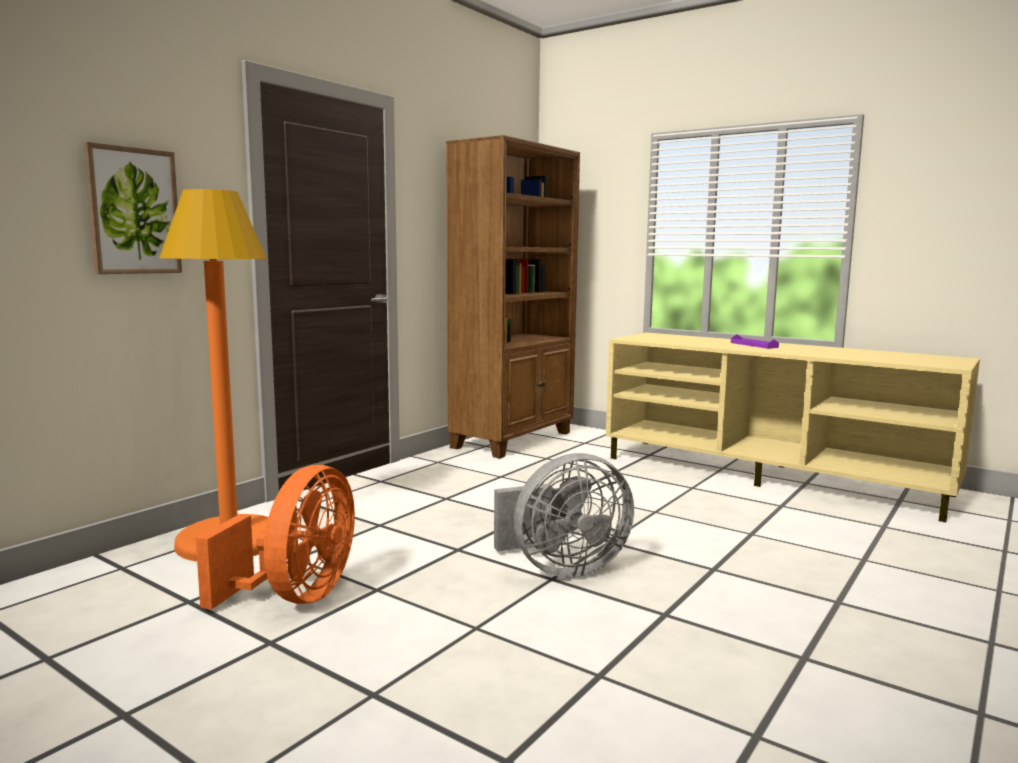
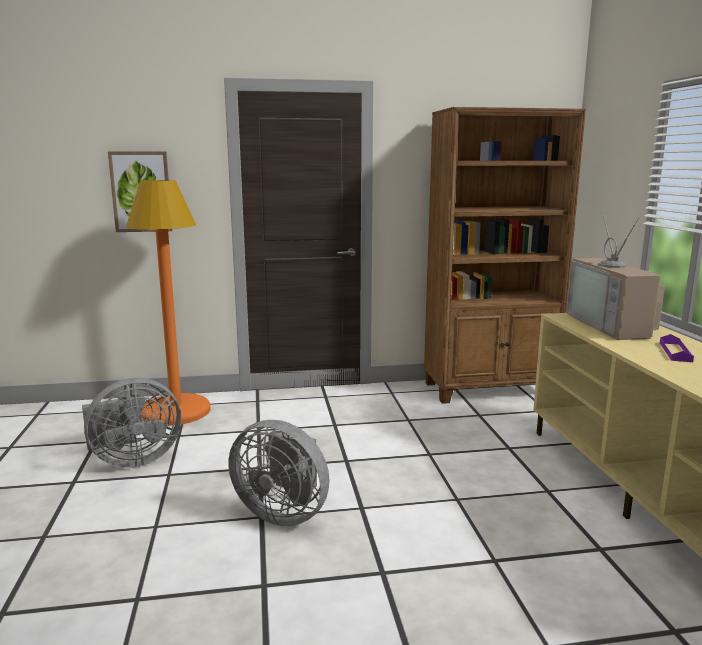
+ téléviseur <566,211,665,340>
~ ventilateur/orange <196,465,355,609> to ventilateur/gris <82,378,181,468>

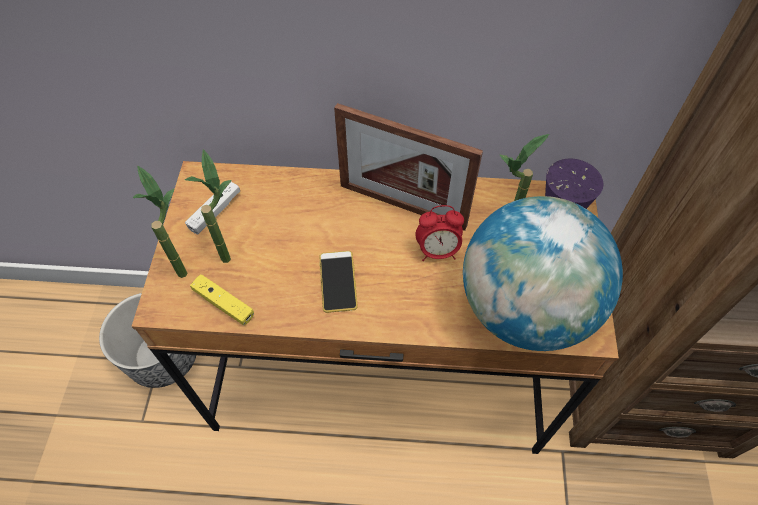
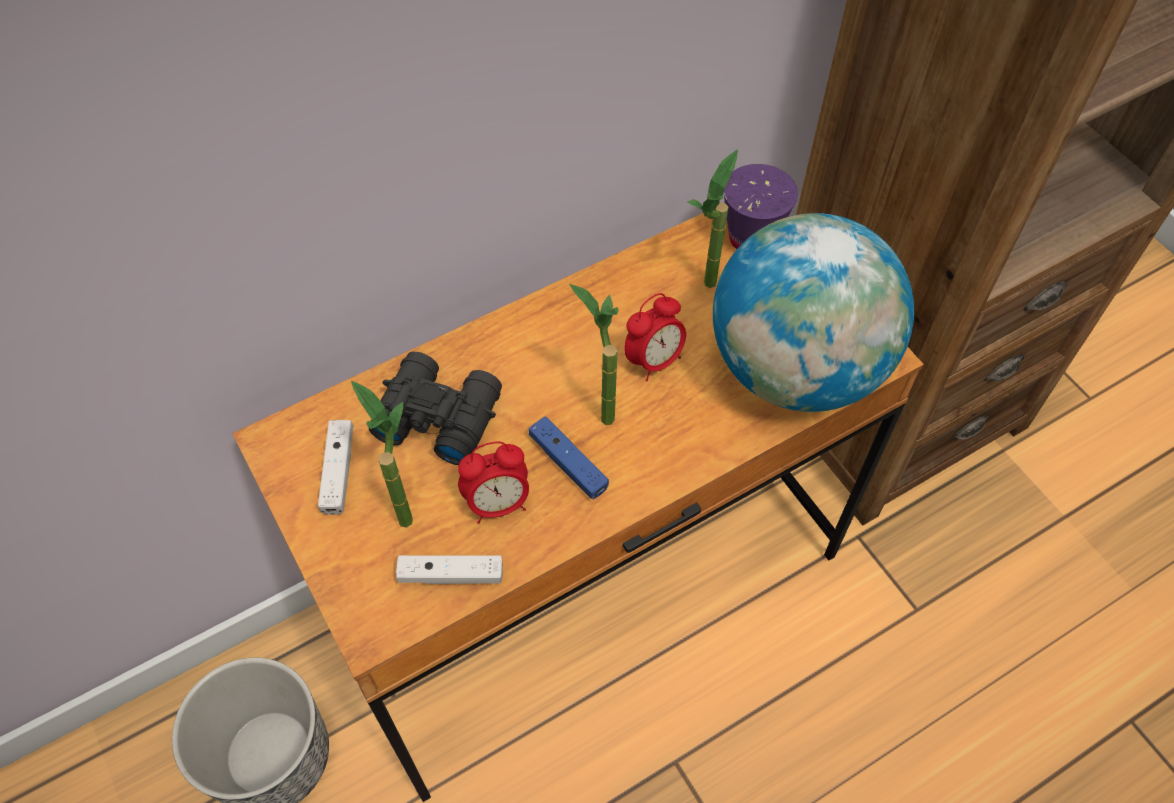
- cadre photo <334,103,483,231>
+ jumelles/noir <369,351,502,465>
+ réveil <458,441,529,524>
~ plante en pot <133,166,187,278> to <569,284,618,425>
~ téléphone <319,251,358,313> to manette/bleu <529,416,609,499>
~ manette/jaune <190,274,254,325> to manette/blanc <396,555,503,584>

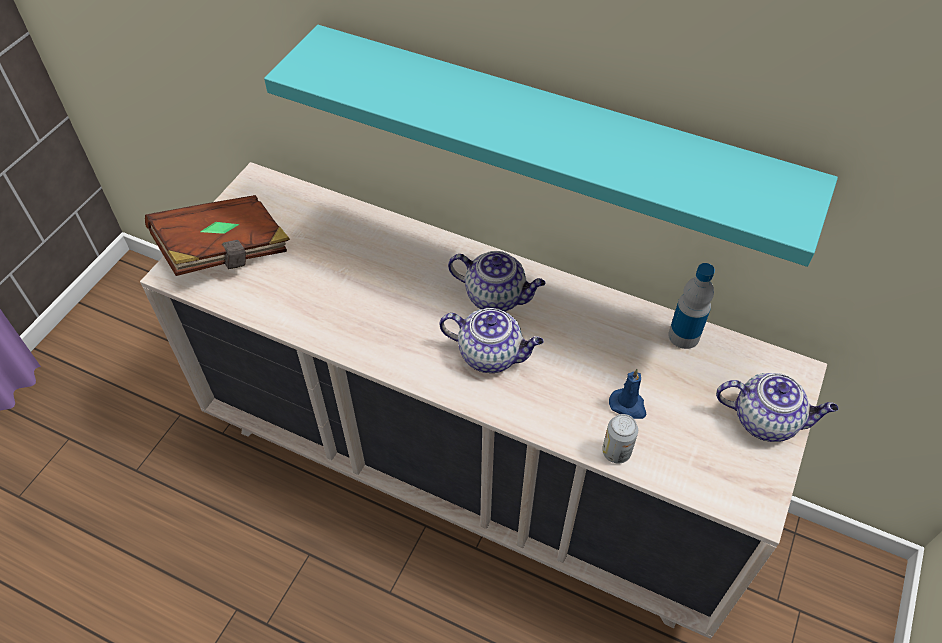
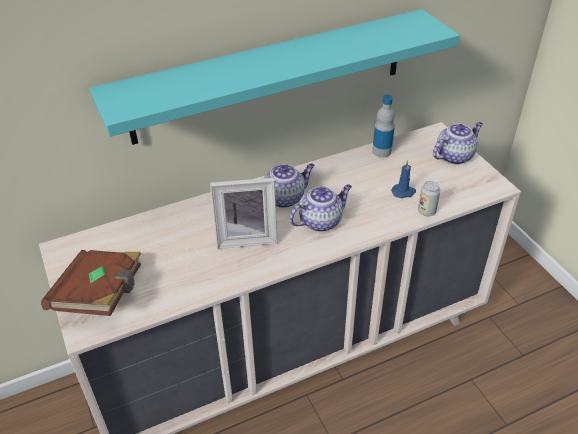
+ cadre photo <210,178,278,249>

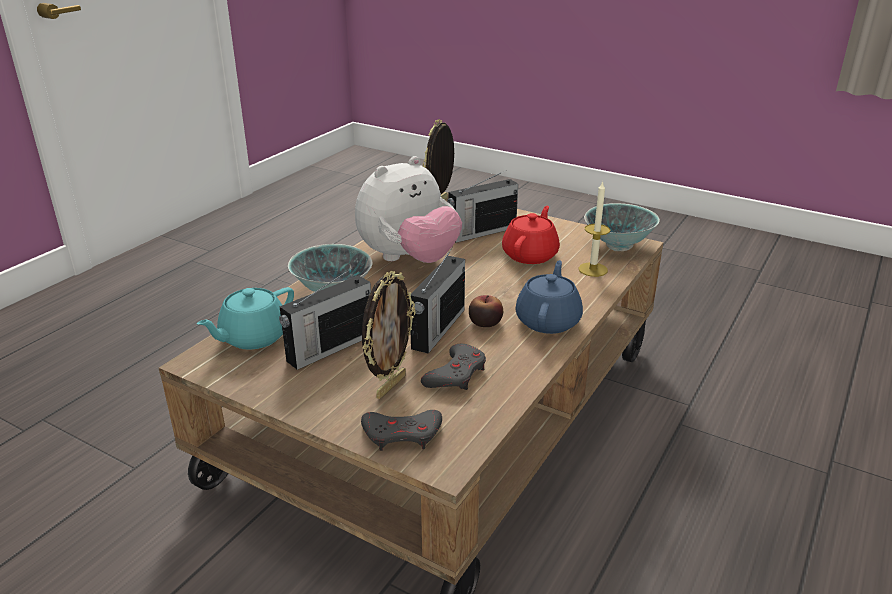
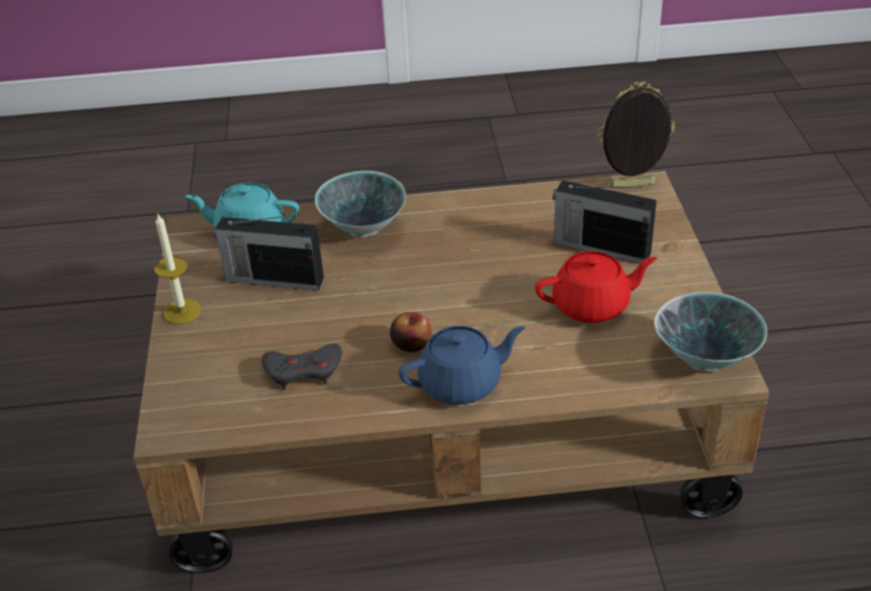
- peluche <355,156,462,263>
- manette/gris <361,410,442,451>
- cadre photo <362,271,416,399>
- radio <411,247,465,354>
~ bougie <578,181,610,277> to <155,214,201,324>

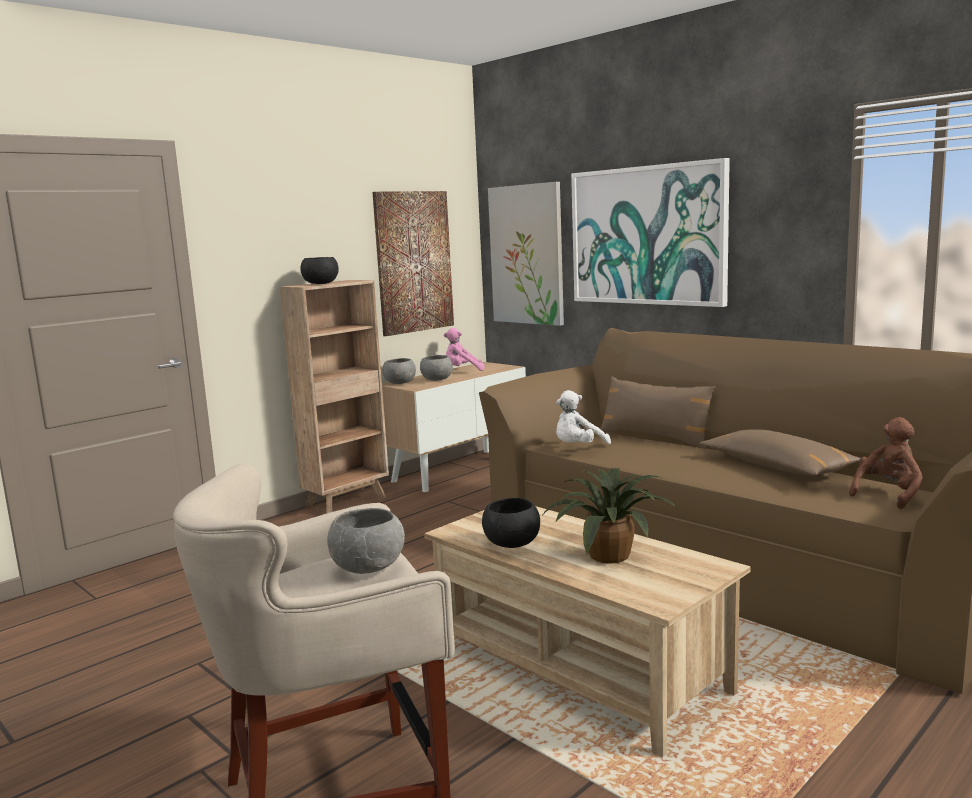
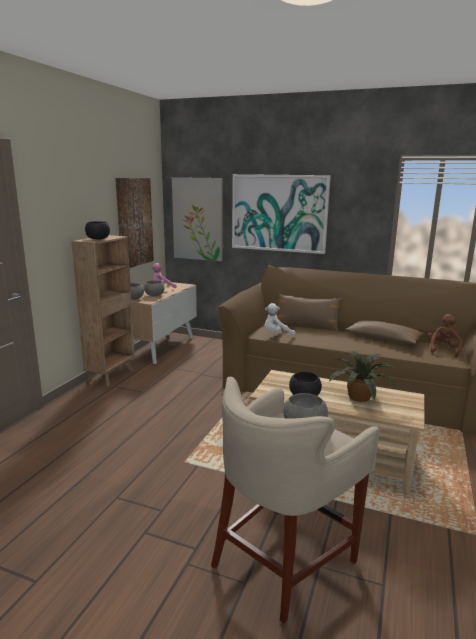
~ peluche/blanc <556,390,611,445> = <264,303,296,336> 45 degrees clockwise

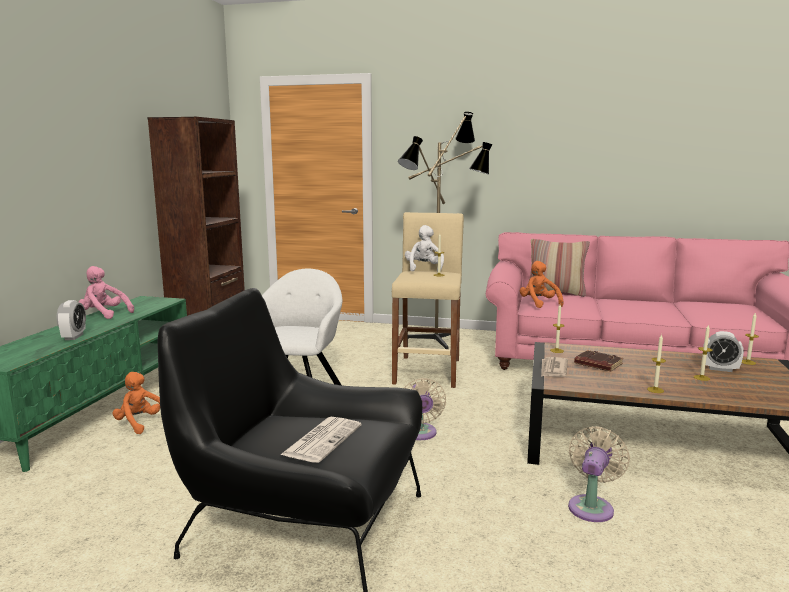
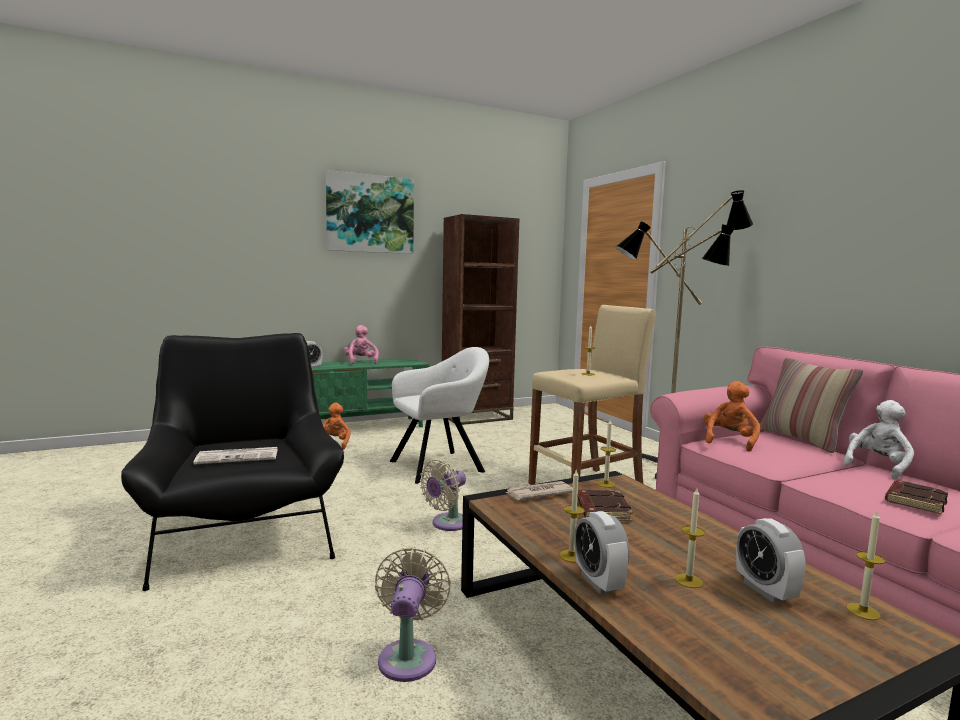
+ tableau <326,170,414,254>
+ réveil <574,511,630,594>
+ livre/marron <885,480,948,514>
~ peluche/blanc <405,225,444,272> to <843,400,914,479>
~ ventilateur/beige <568,426,630,522> = <375,547,451,682> 75 degrees counterclockwise

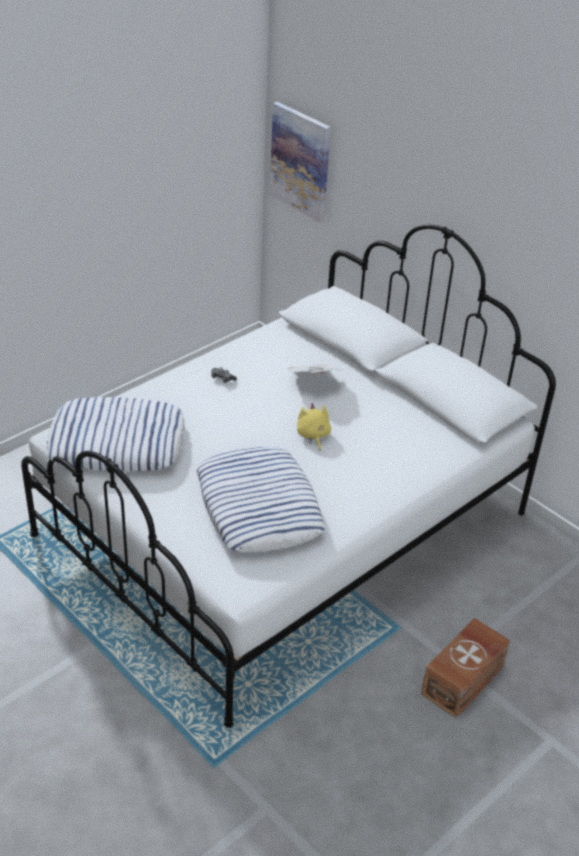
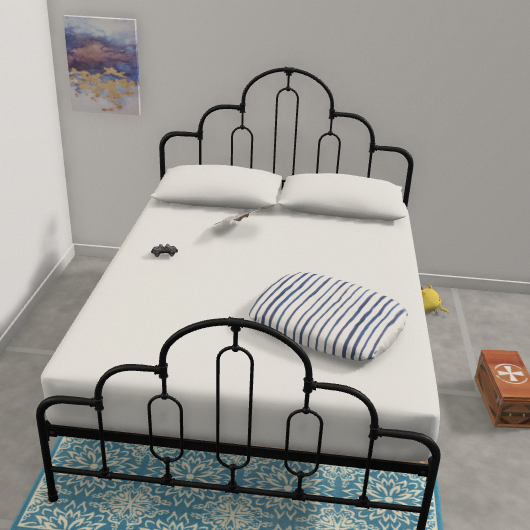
- coussin <46,397,185,471>
~ peluche/jaune <297,403,331,451> to <421,284,449,315>

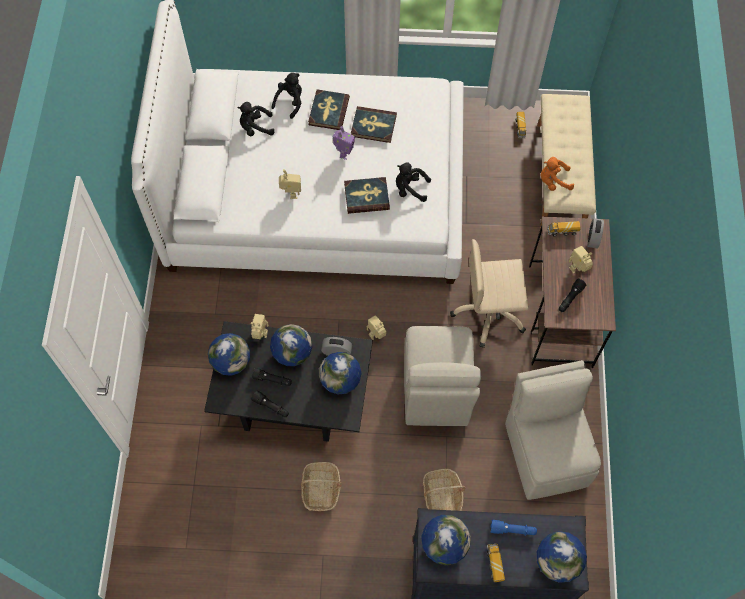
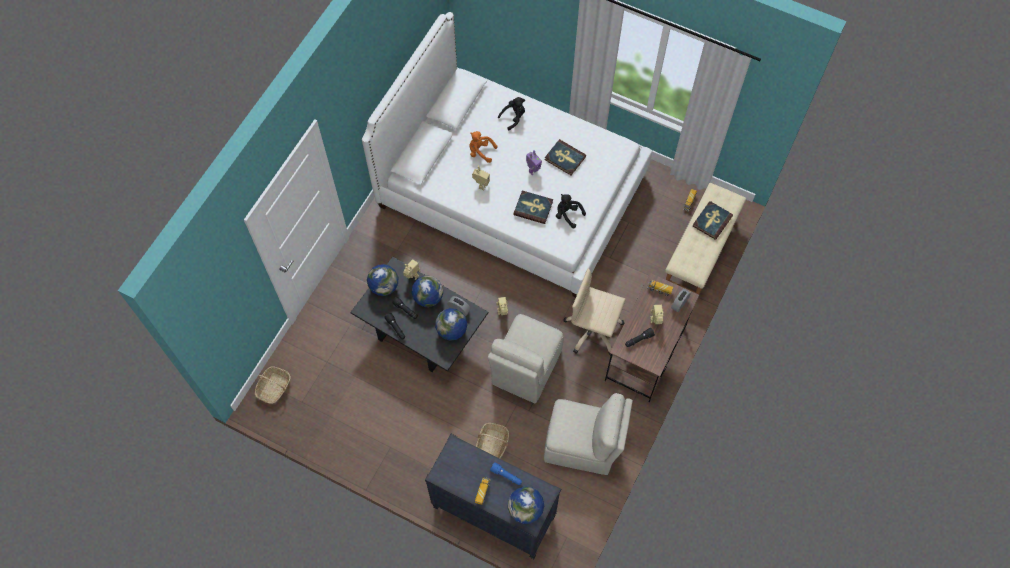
- peluche/noir <237,102,274,136>
- globe <421,515,471,565>
~ panier <301,462,342,511> to <255,366,291,404>
~ livre <308,89,350,130> to <693,201,733,240>
~ peluche/orange <541,157,574,191> to <470,131,497,163>
~ chaise/beige <505,360,601,500> = <544,393,633,475> 90 degrees clockwise

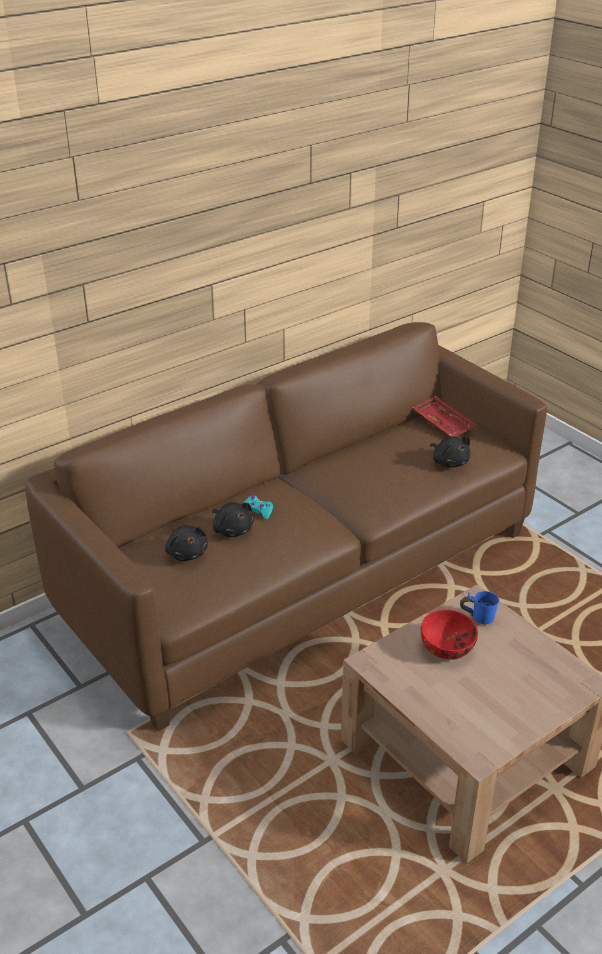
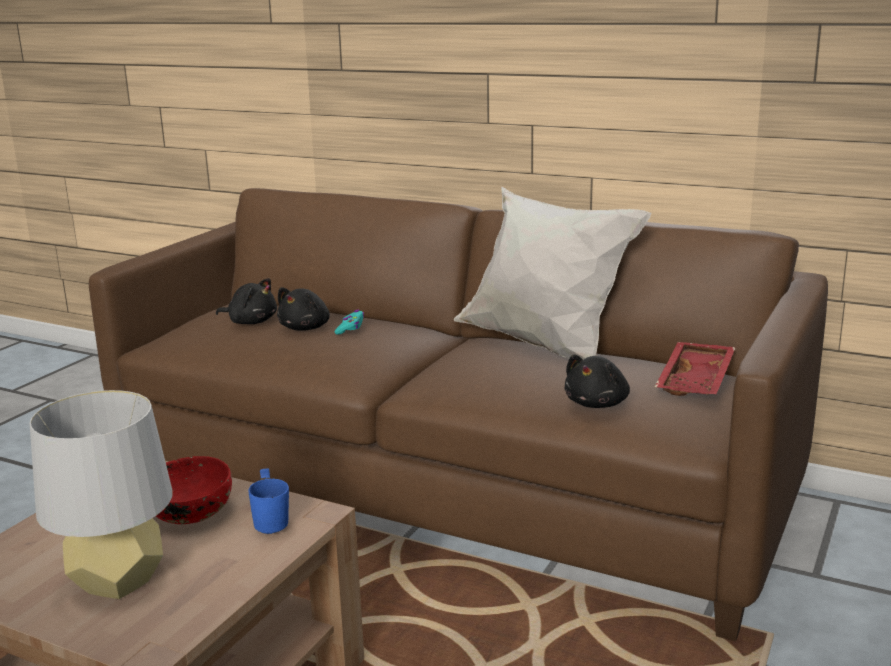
+ lampe de table/gris <29,390,173,599>
+ coussin/blanc <454,186,652,360>
~ peluche/noir <165,525,208,561> = <216,278,277,324> 105 degrees counterclockwise

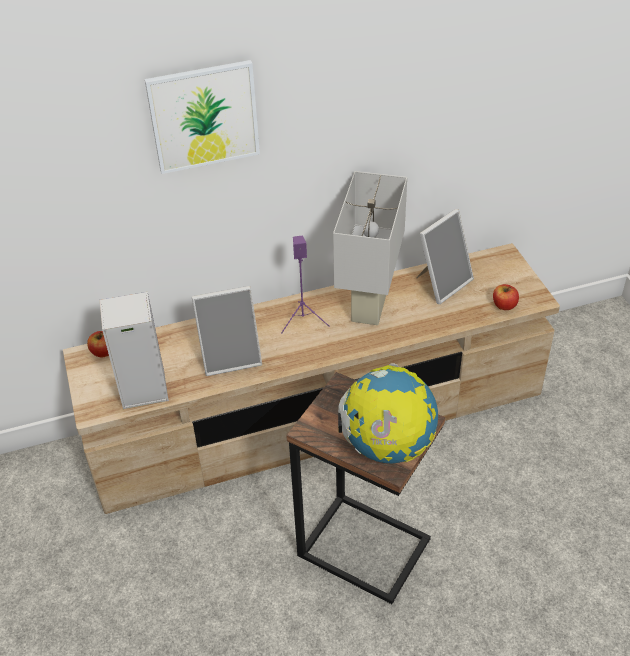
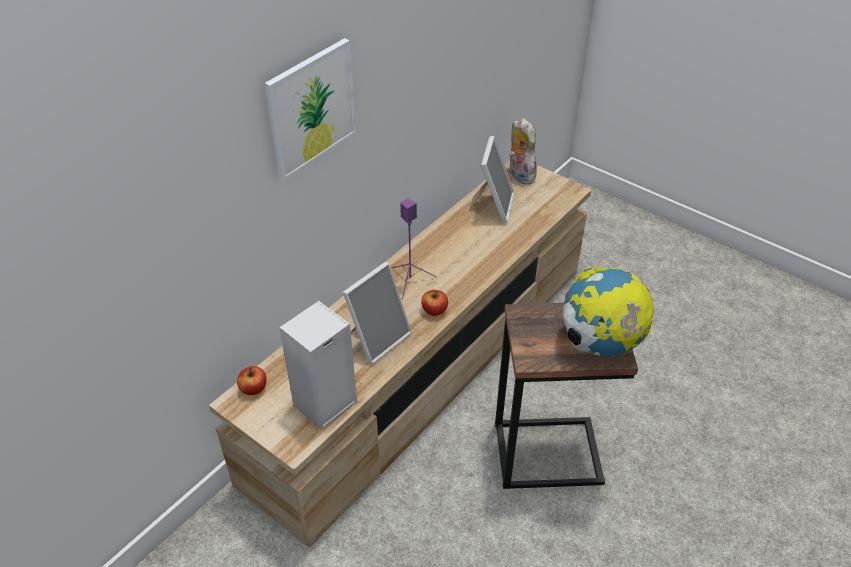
- lampe de table/blanc <333,171,407,325>
+ peluche <509,118,539,184>
~ pomme <493,284,519,310> to <421,290,448,316>

